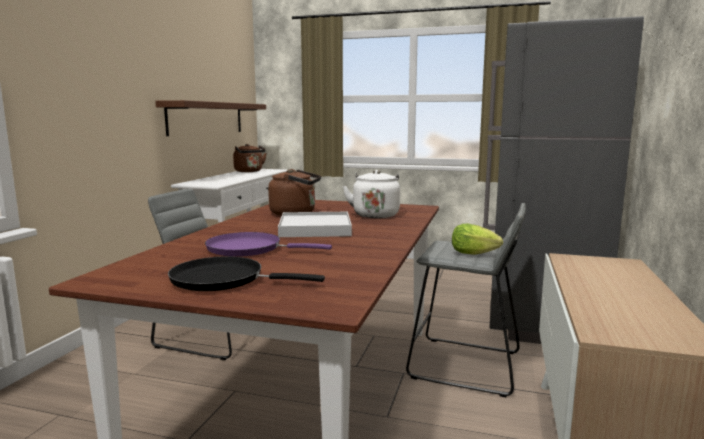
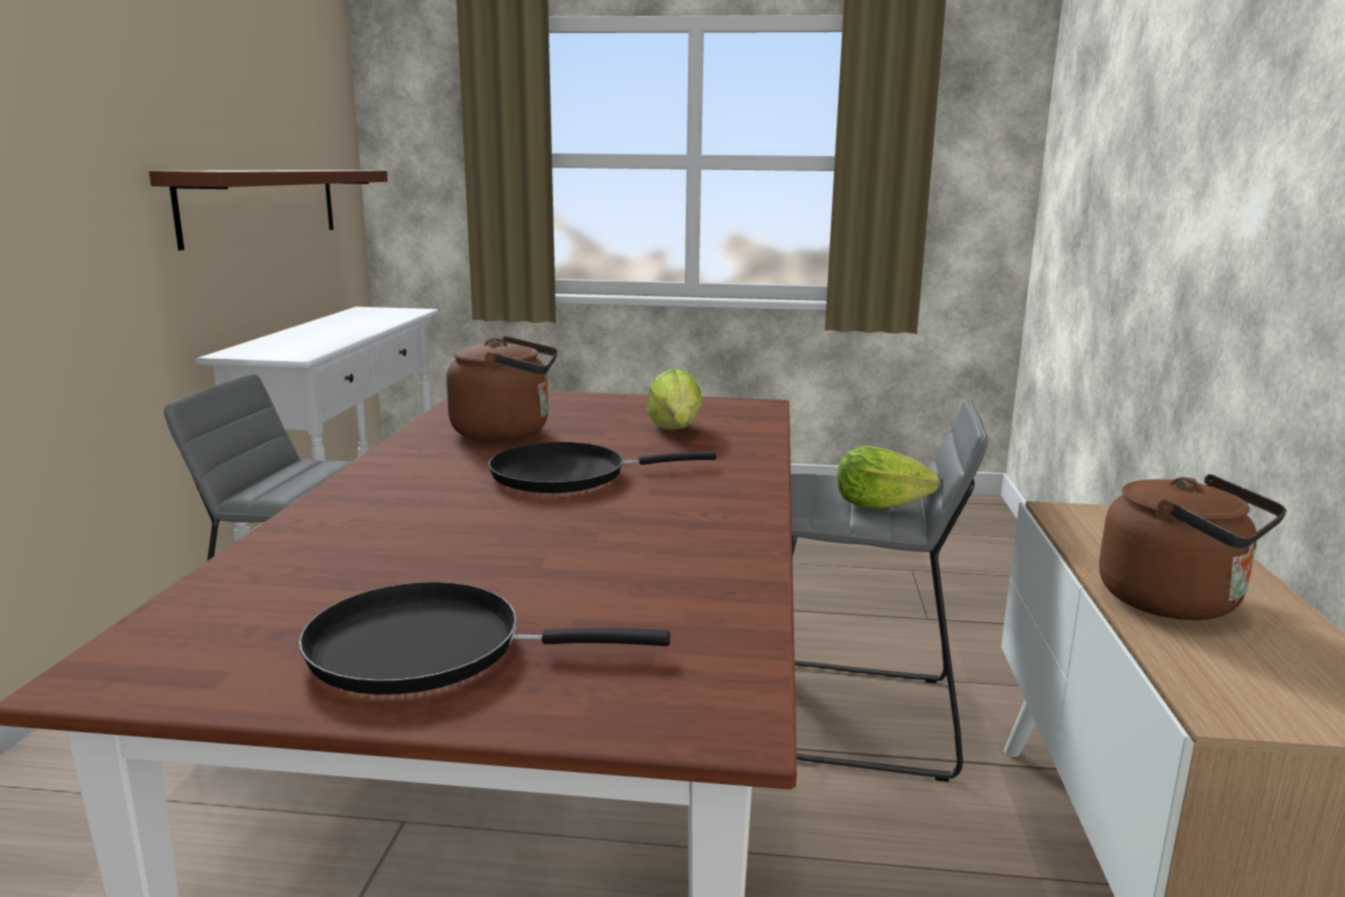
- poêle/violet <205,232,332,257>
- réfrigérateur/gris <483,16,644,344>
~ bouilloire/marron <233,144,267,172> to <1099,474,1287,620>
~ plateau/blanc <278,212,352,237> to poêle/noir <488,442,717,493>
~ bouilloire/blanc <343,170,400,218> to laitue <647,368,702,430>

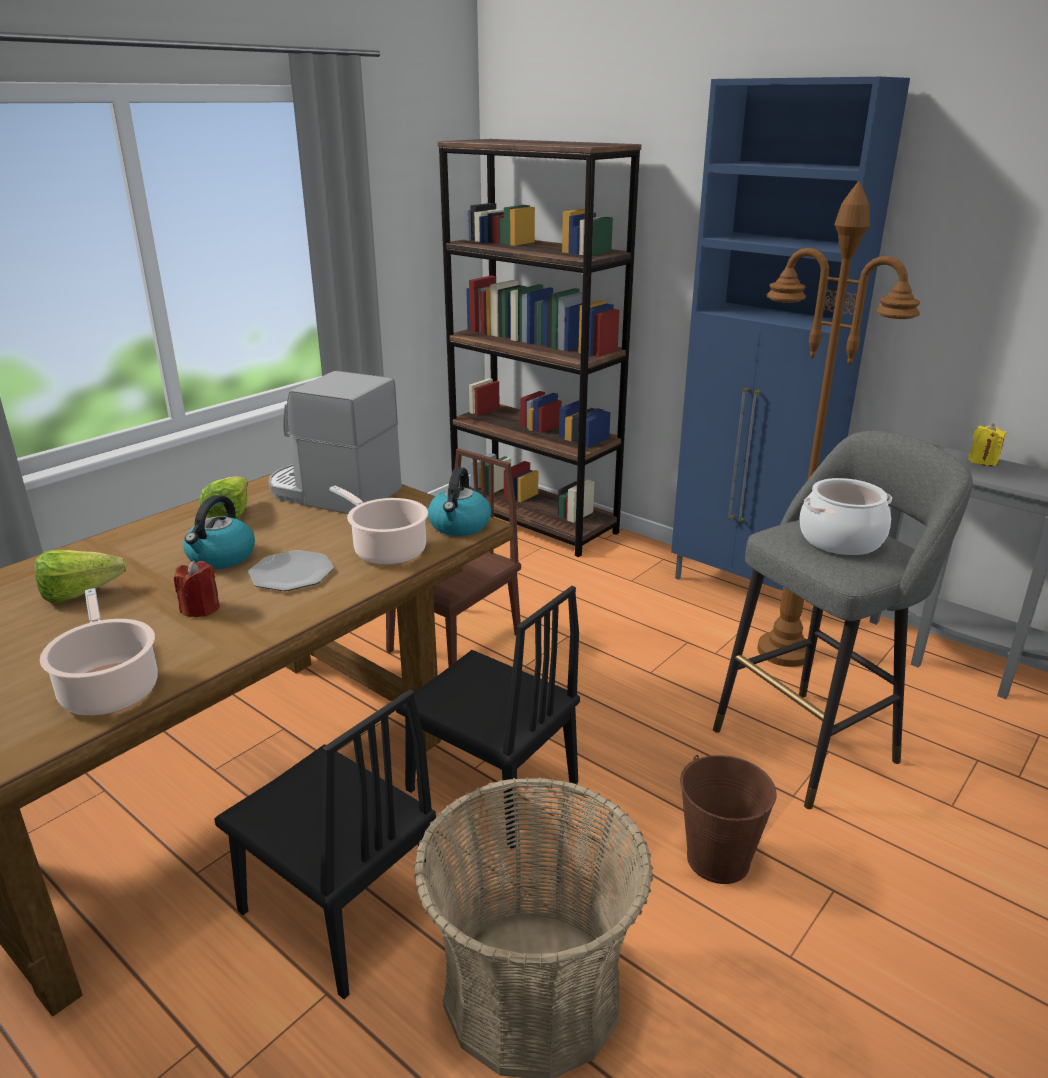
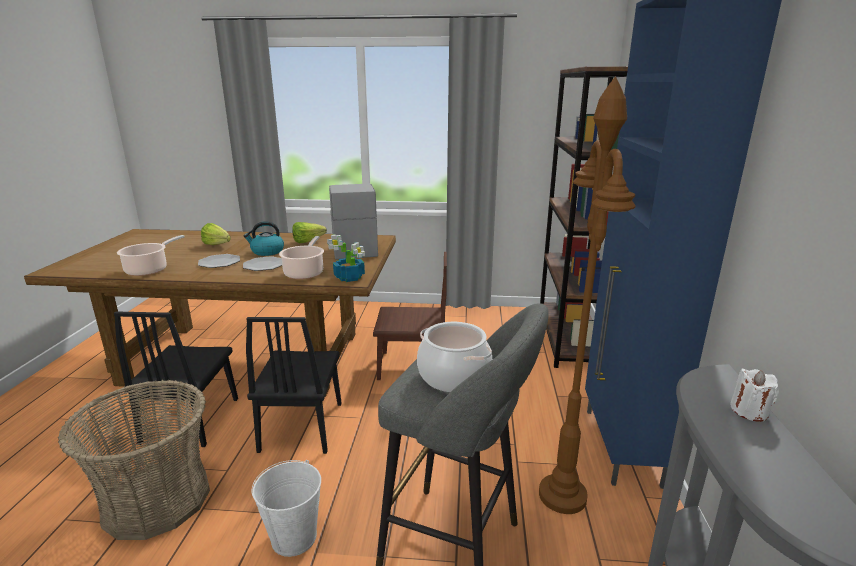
~ bougie/rouge <174,561,220,617> to assiette <198,254,240,268>
~ bouilloire <428,467,491,536> to plante en pot <327,234,365,282>
~ seau/marron <680,755,777,884> to seau/blanc <251,460,321,557>
~ bougie/jaune <968,424,1007,466> to bougie/blanc <730,368,779,422>

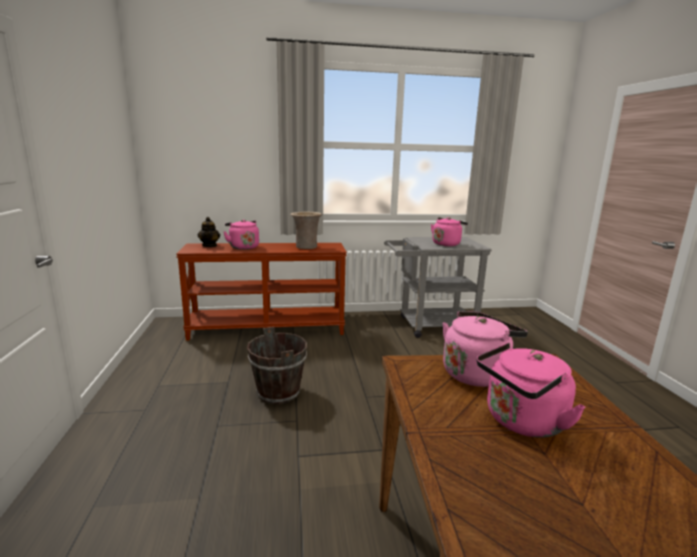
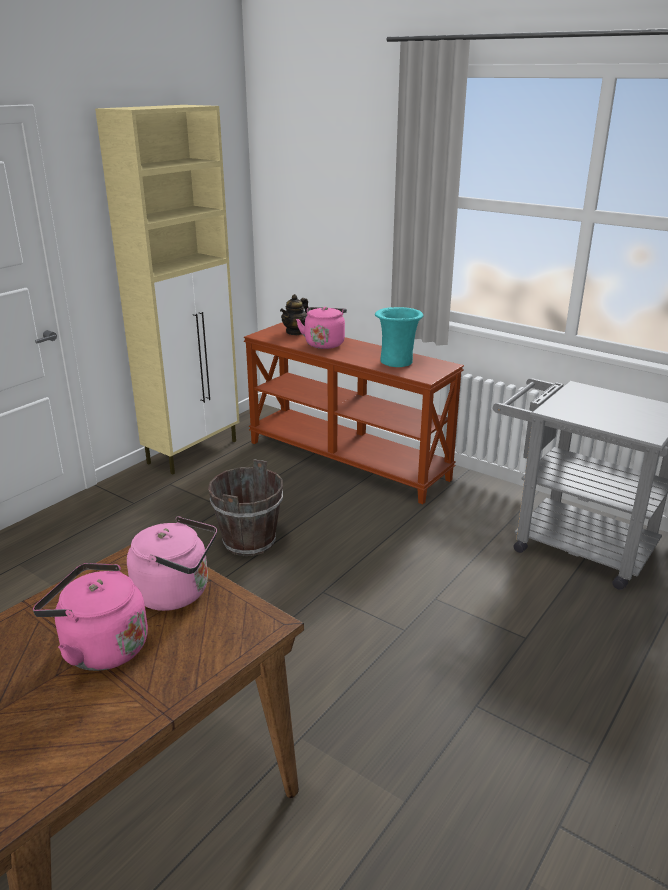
- bouilloire/rose <431,217,468,246>
+ meuble de rangement/beige <95,105,240,475>
~ vase/beige <290,212,322,249> to vase/turquoise <375,307,424,367>

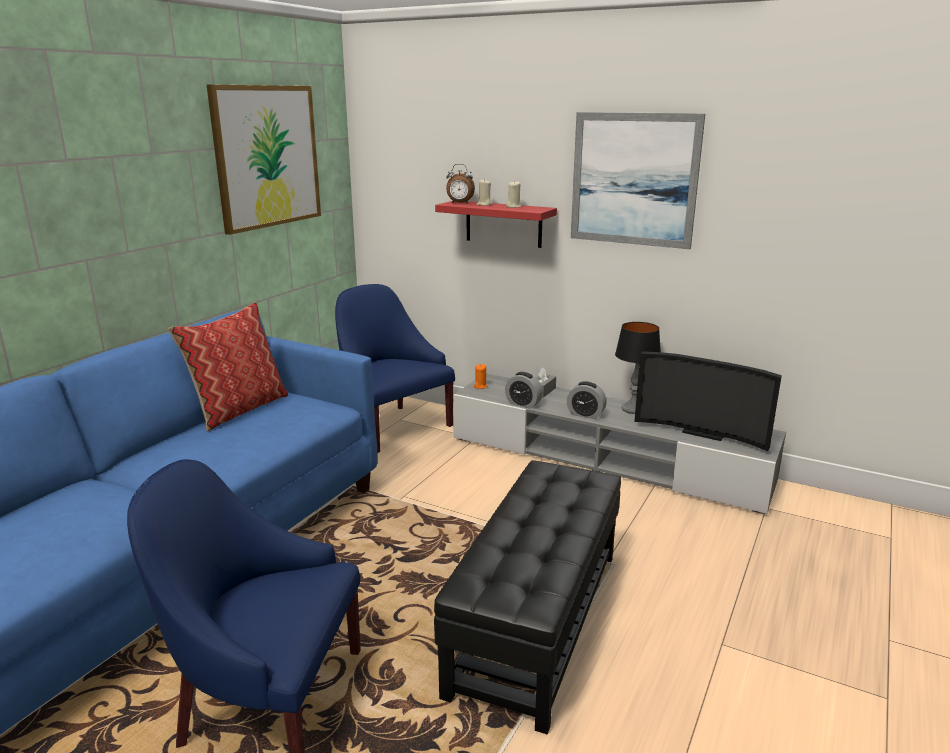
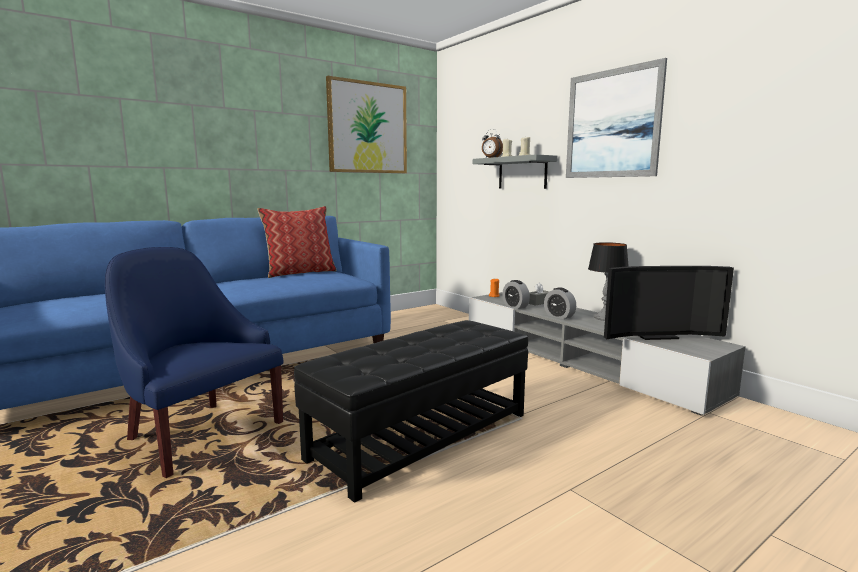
- fauteuil/bleu <335,284,455,453>
~ étagère/rouge <435,201,557,248> to étagère/gris <473,154,557,189>
~ téléviseur <634,351,782,451> = <604,266,734,340> 60 degrees counterclockwise

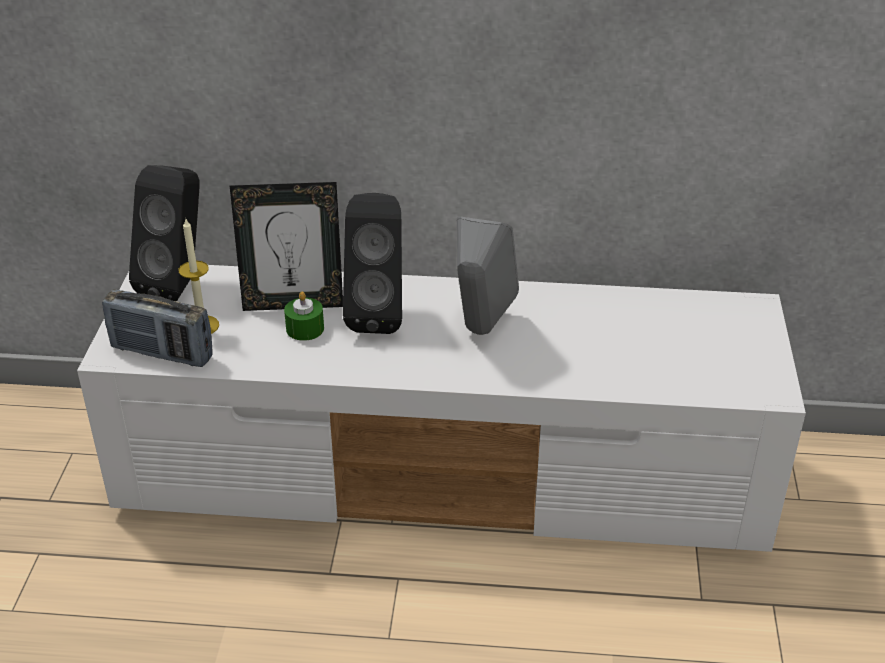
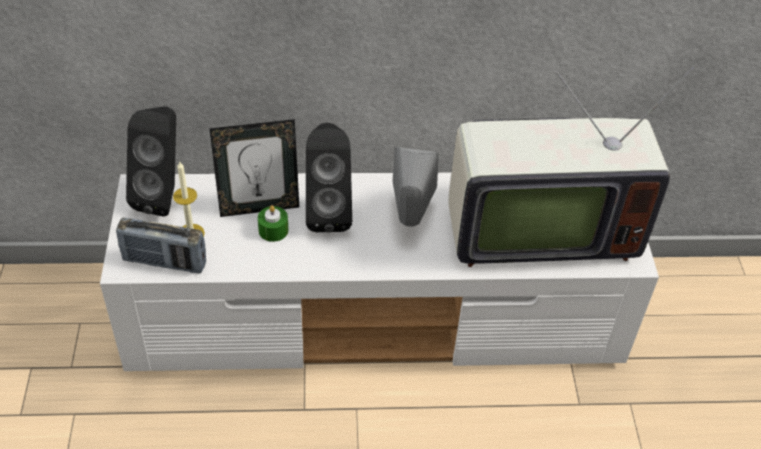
+ téléviseur <448,64,697,267>

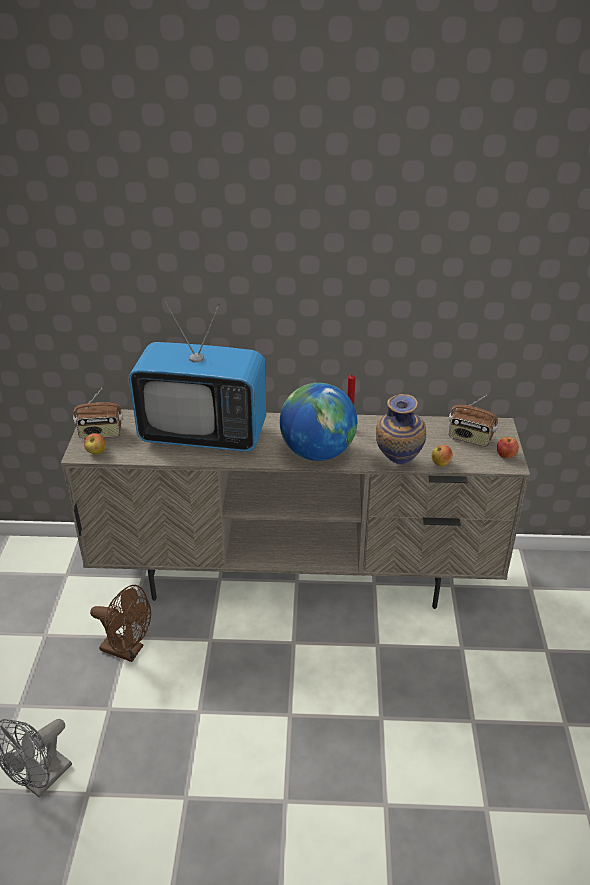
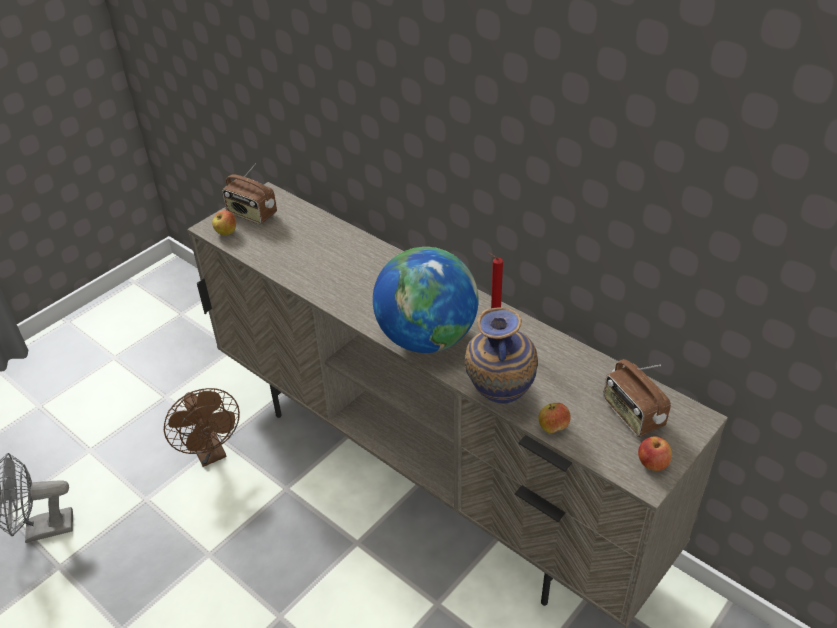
- téléviseur <129,300,266,452>

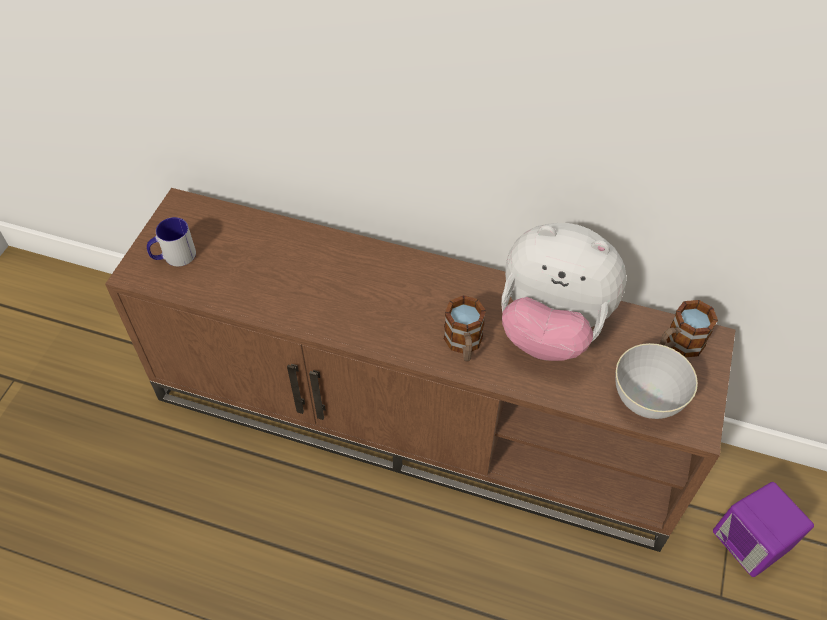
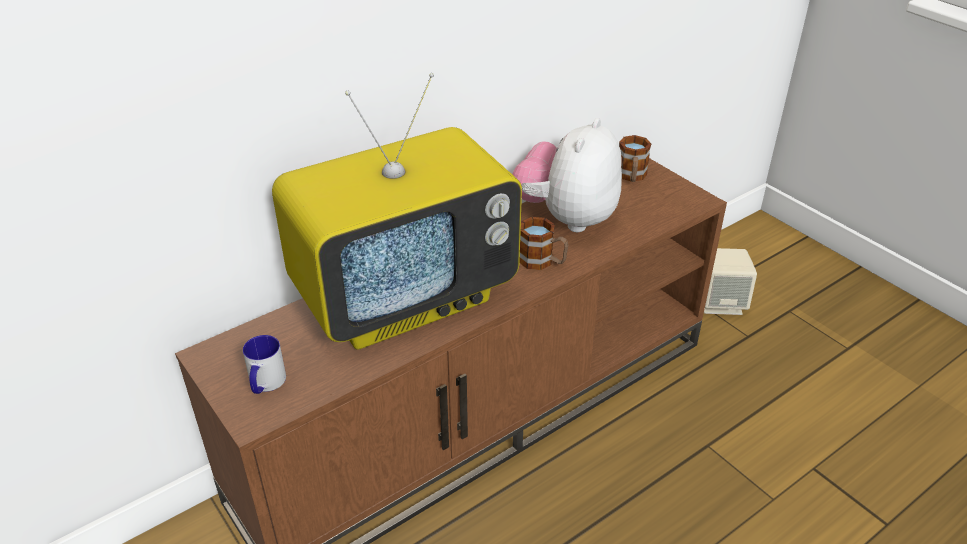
- bol/gris <615,343,698,419>
+ téléviseur <272,73,522,350>
~ enceinte/violet <713,482,814,577> to enceinte/beige <704,248,757,315>
~ peluche <501,223,627,361> = <512,118,622,232> 150 degrees clockwise

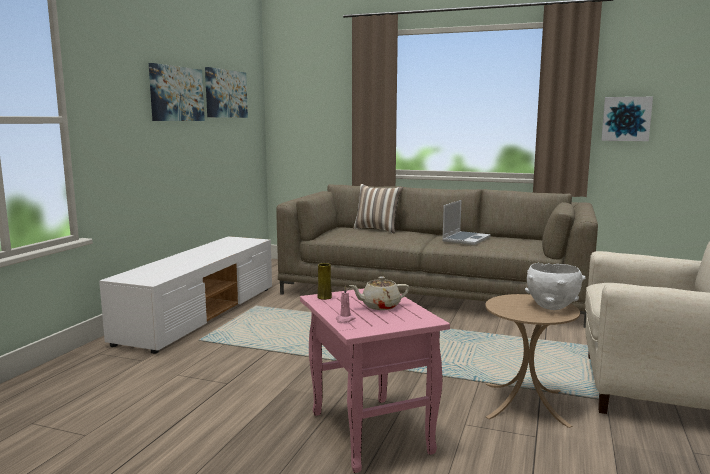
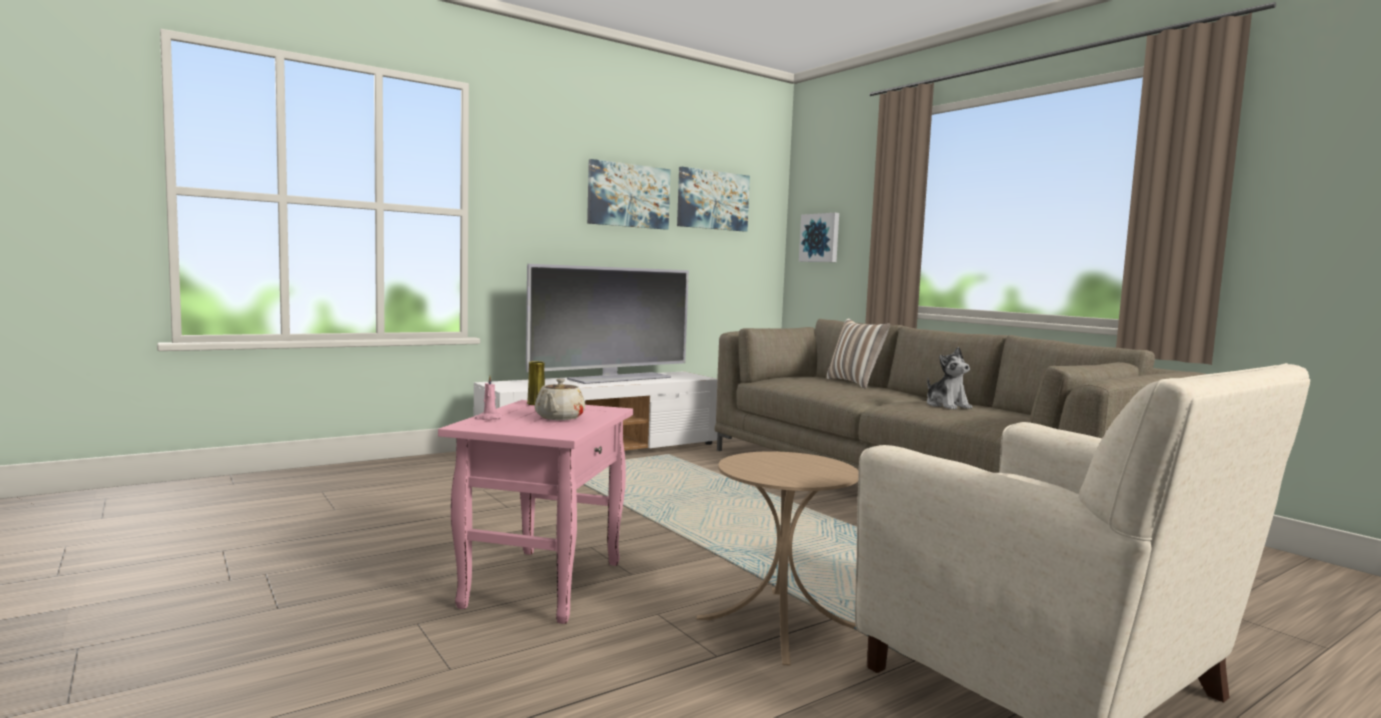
- bol/blanc <525,263,586,310>
+ téléviseur <526,264,689,384>
~ tableau <601,97,653,141> to <799,213,839,262>
~ ordinateur portable <442,200,491,245> to peluche <927,347,972,409>
~ théière/beige <349,276,409,310> = <535,379,585,420> 105 degrees counterclockwise

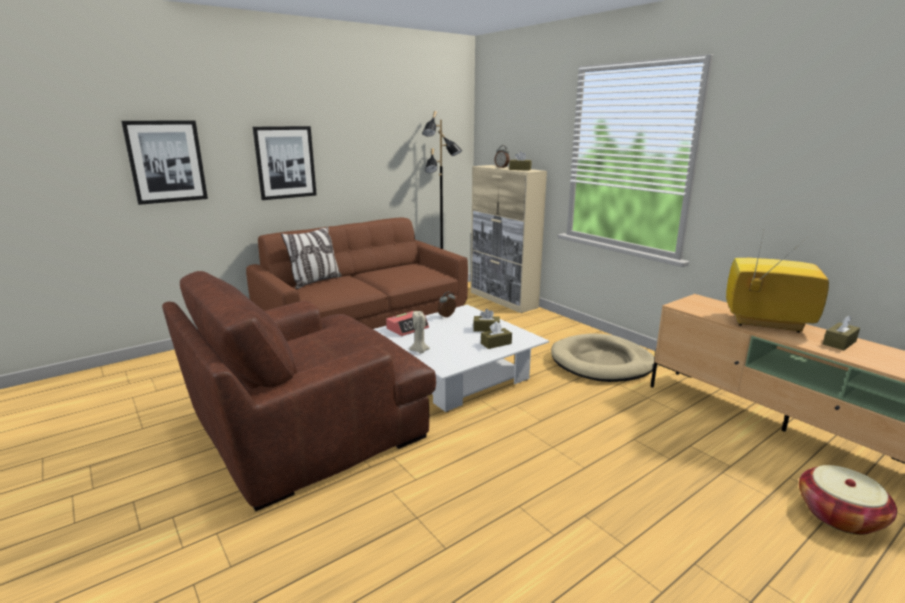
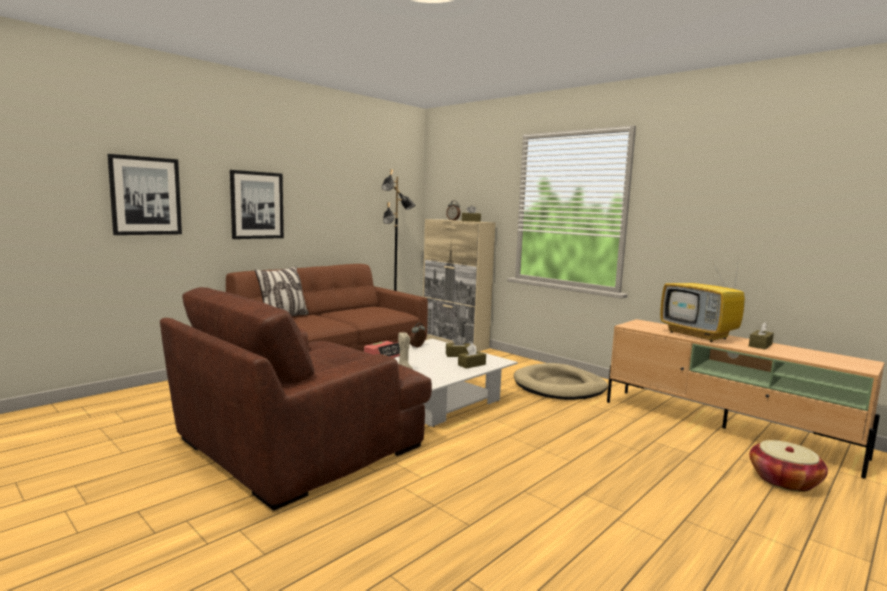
~ téléviseur <726,231,829,333> = <660,257,745,342> 135 degrees counterclockwise

